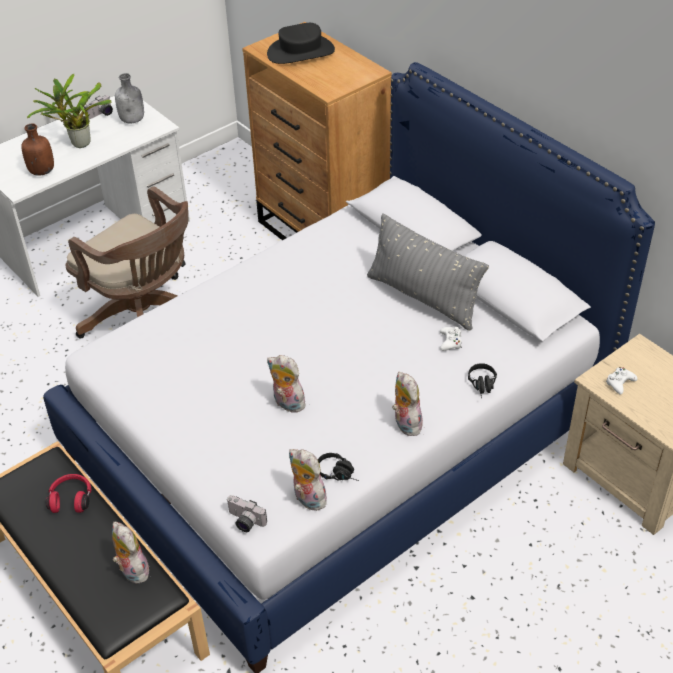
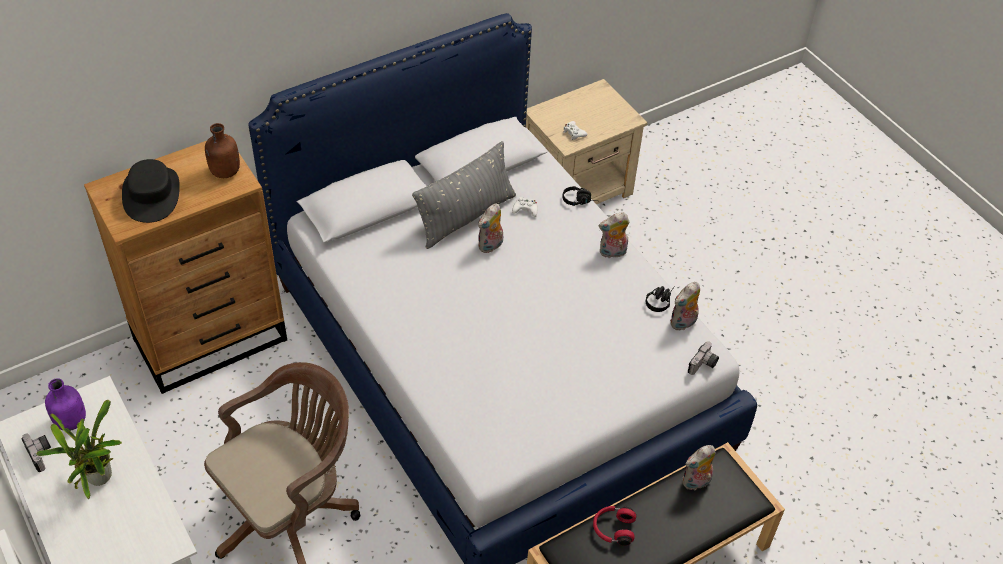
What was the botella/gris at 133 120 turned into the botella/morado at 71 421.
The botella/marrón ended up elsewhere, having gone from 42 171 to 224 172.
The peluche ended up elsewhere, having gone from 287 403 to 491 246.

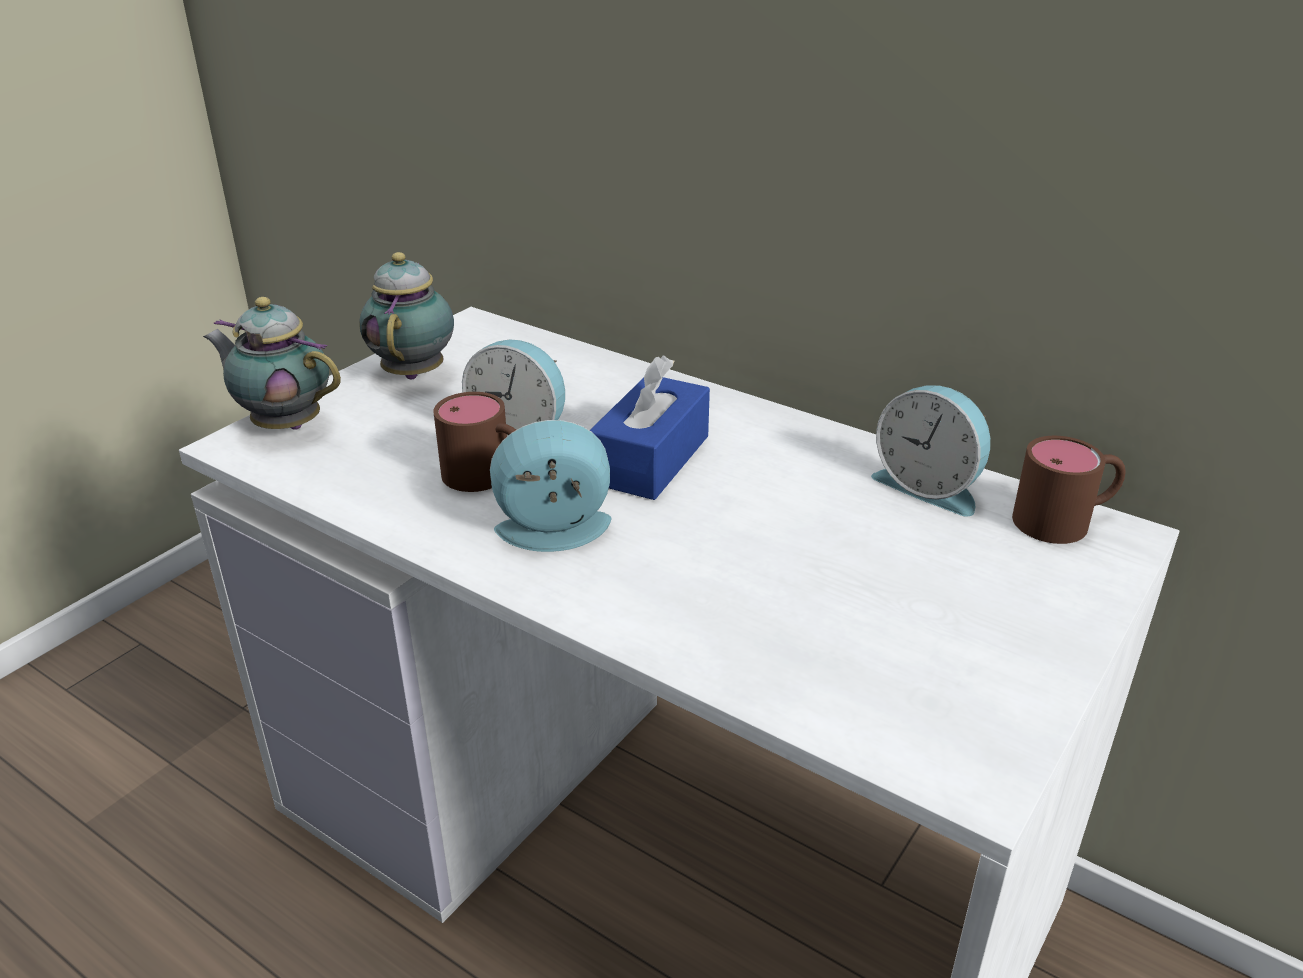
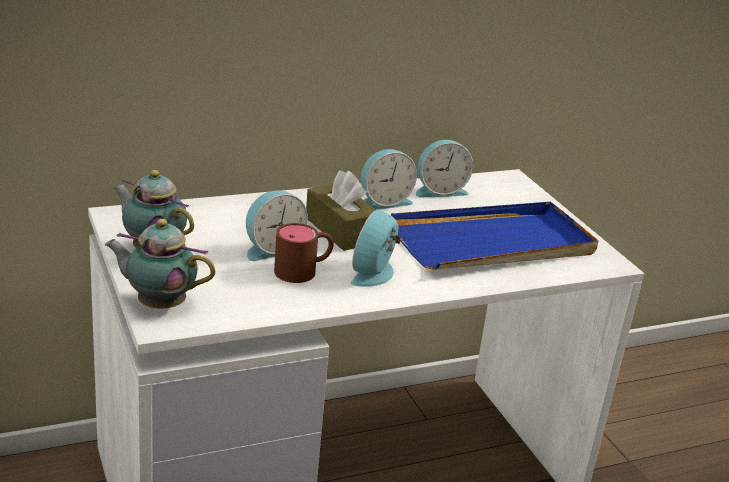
The tetera at 284 424 ended up facing another way, 45 degrees clockwise from before.
What was the caja de pañuelos/azul at 650 459 turned into the caja de pañuelos/marrón at 341 230.
The second view gained the despertador at 383 202.
The second view gained the bandeja/azul at 494 243.
The second view lost the taza grande/marrón at 1066 520.

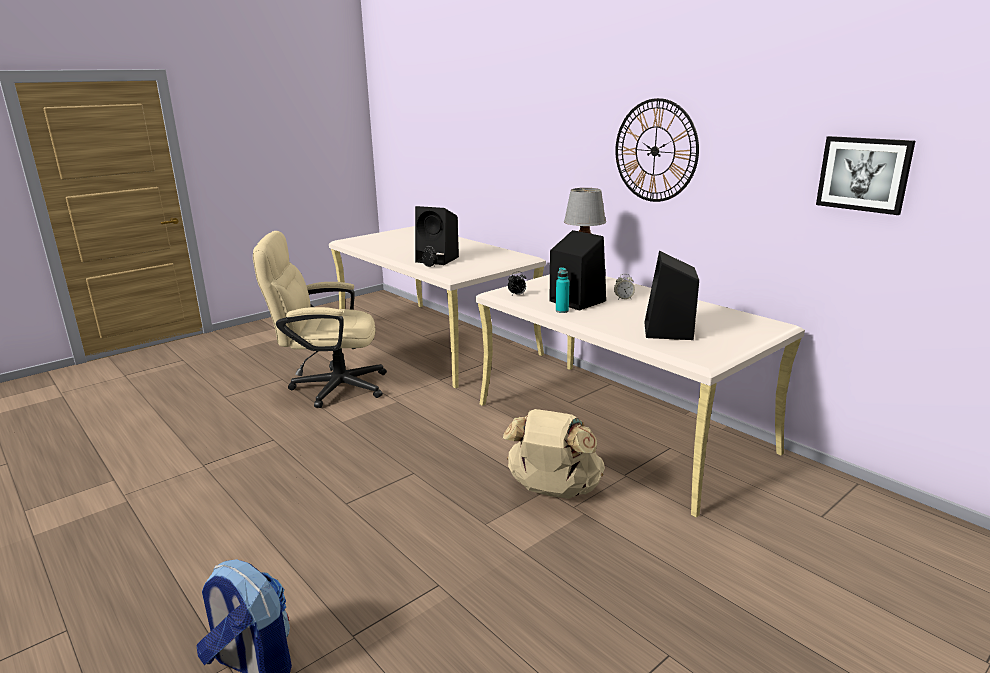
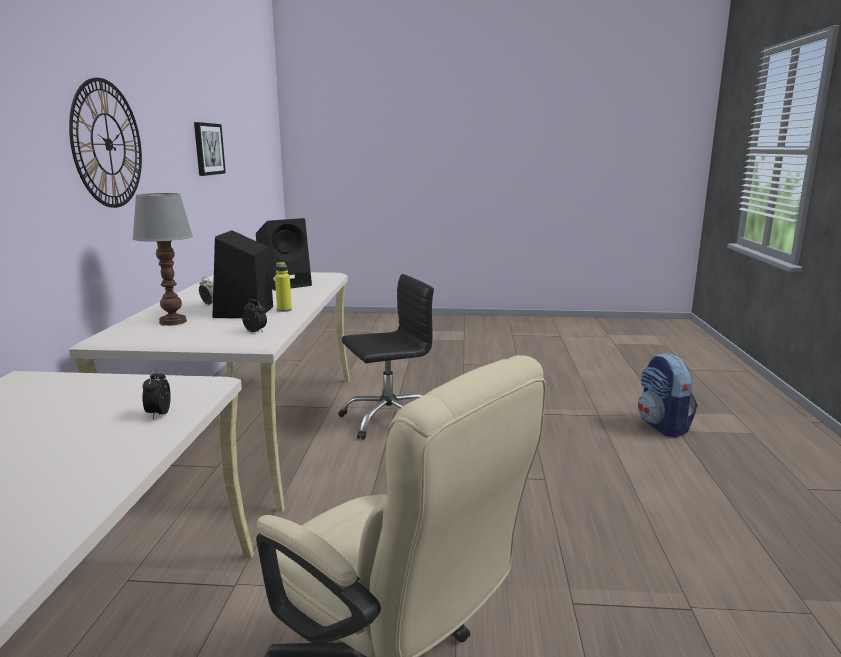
What was the botella/turquesa at 562 311 turned into the botella/amarillo at 284 310.
Where the mochila/beis stood at 553 491, the silla de oficina/negro came to stand at 388 419.
The second view lost the altavoz/negro at 438 259.

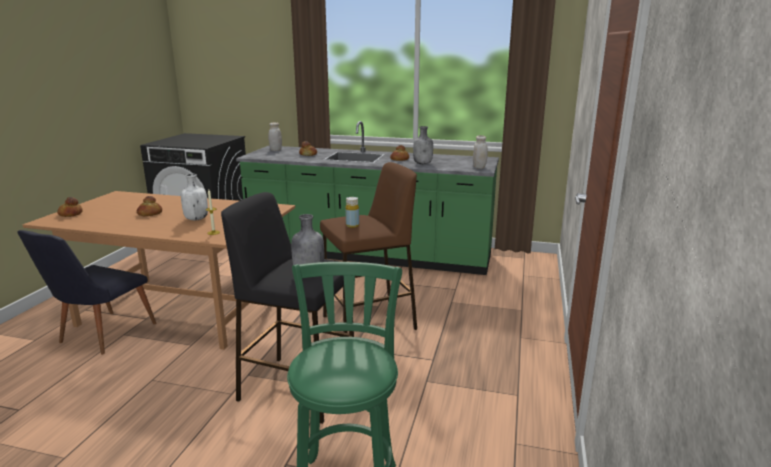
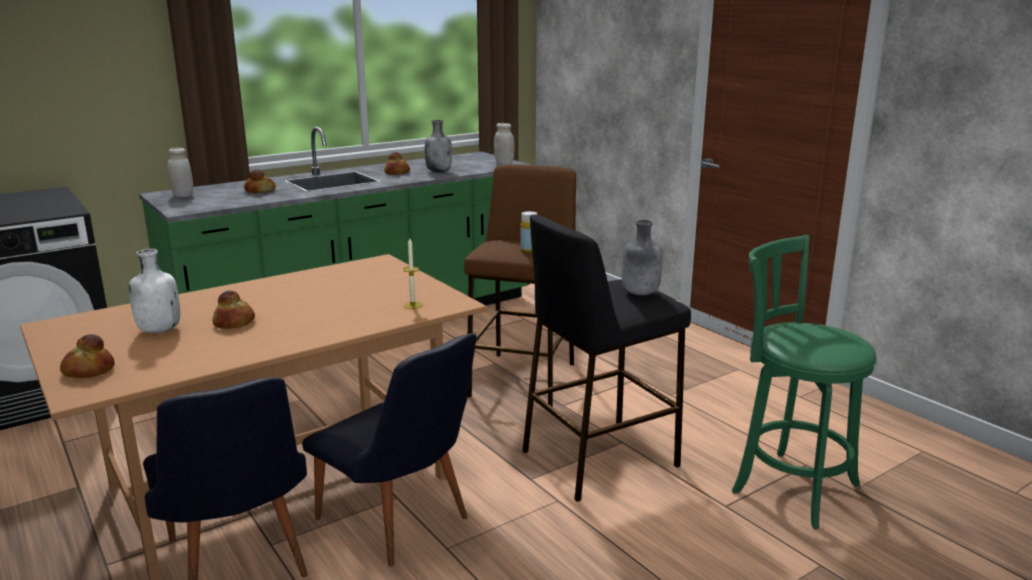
The botella/blanco ended up elsewhere, having gone from 196 219 to 158 330.
The second view gained the silla/negro at 401 524.

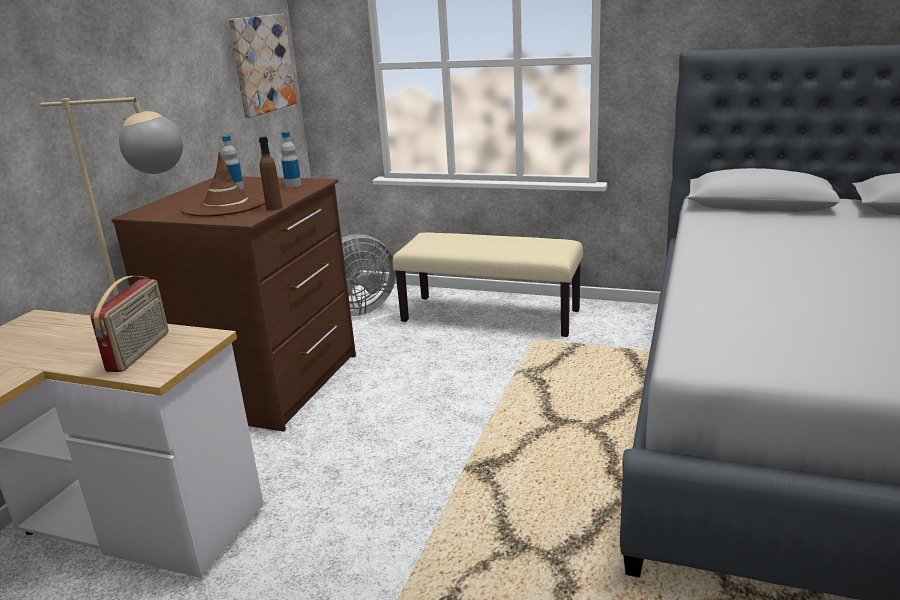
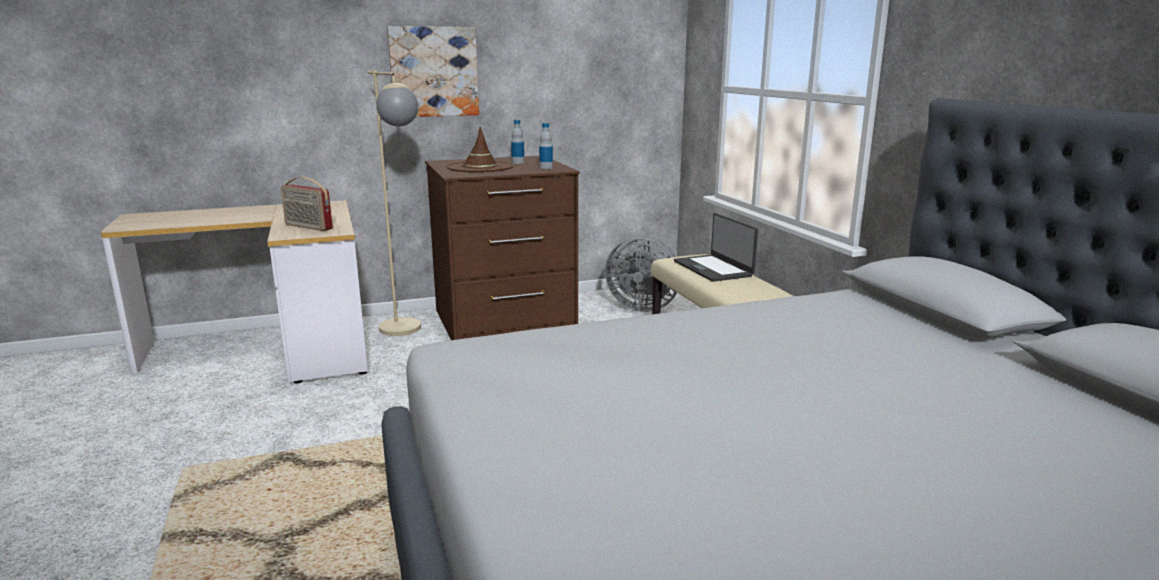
The radio at 140 351 ended up facing another way, 60 degrees clockwise from before.
The cuadro ended up elsewhere, having gone from 262 64 to 434 72.
The second view gained the portátil at 713 268.
The second view lost the botella/marrón at 274 208.

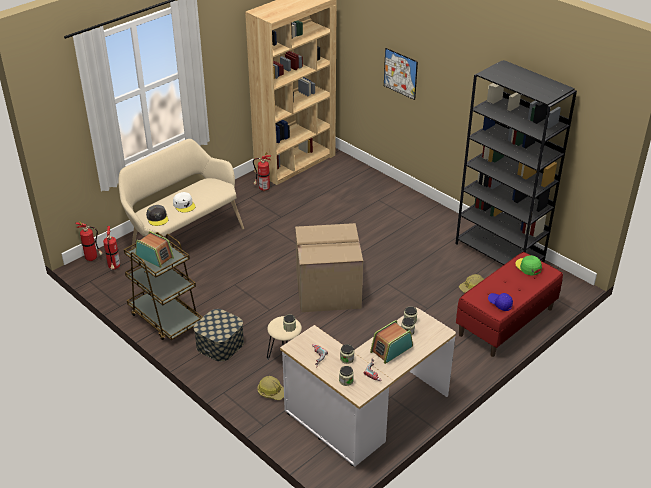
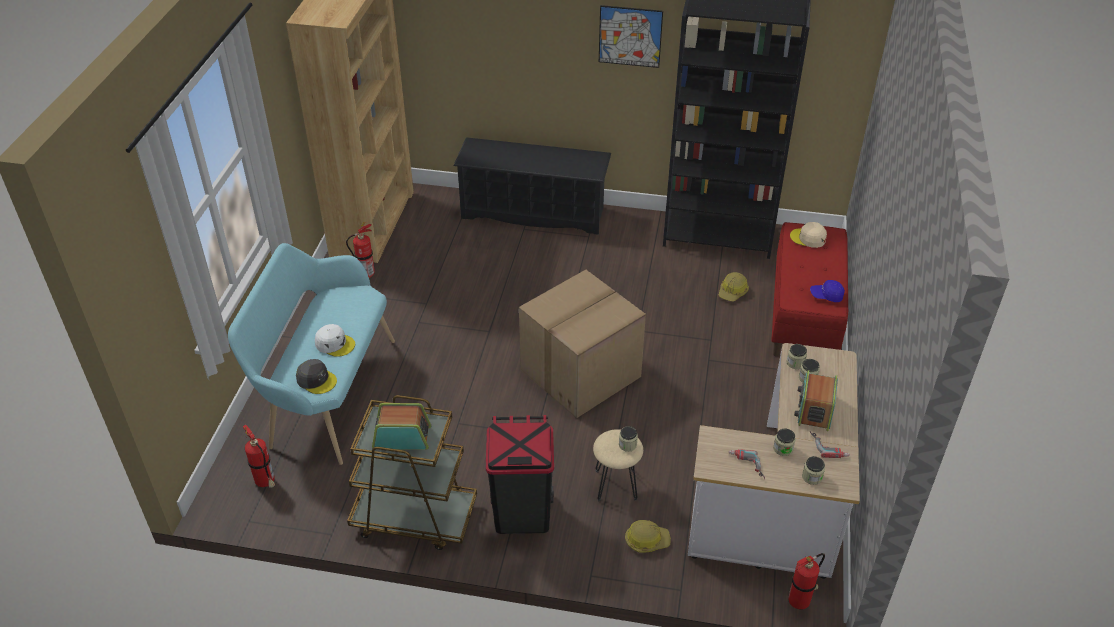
What was the banco/beis at 183 239 turned into the banco/turquesa at 326 394.
The second view gained the zapatero/negro at 534 213.
Where the caja de almacenaje stood at 220 344, the papelera/negro came to stand at 522 514.
The cuadro ended up elsewhere, having gone from 400 73 to 630 36.
The extintor ended up elsewhere, having gone from 93 258 to 800 601.
What was the gorra/verde at 528 267 turned into the gorra/beis at 808 238.

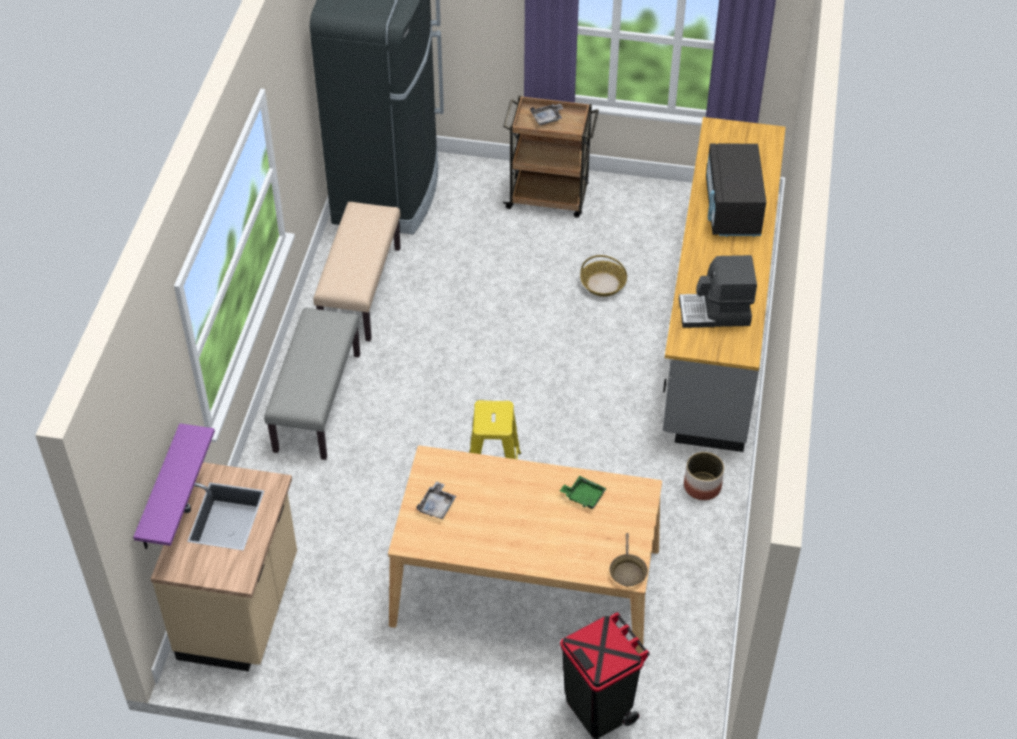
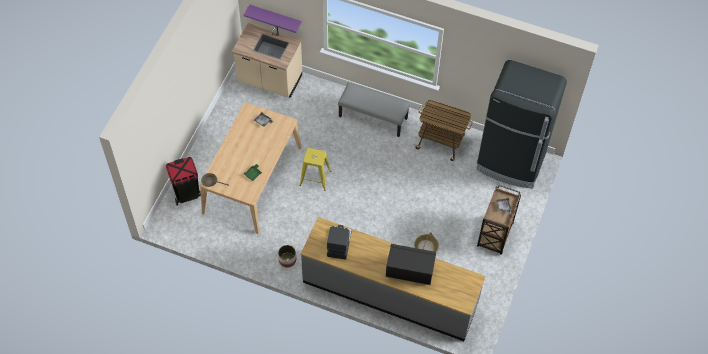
Where the banco/beis stood at 360 290, the carrito came to stand at 441 142.

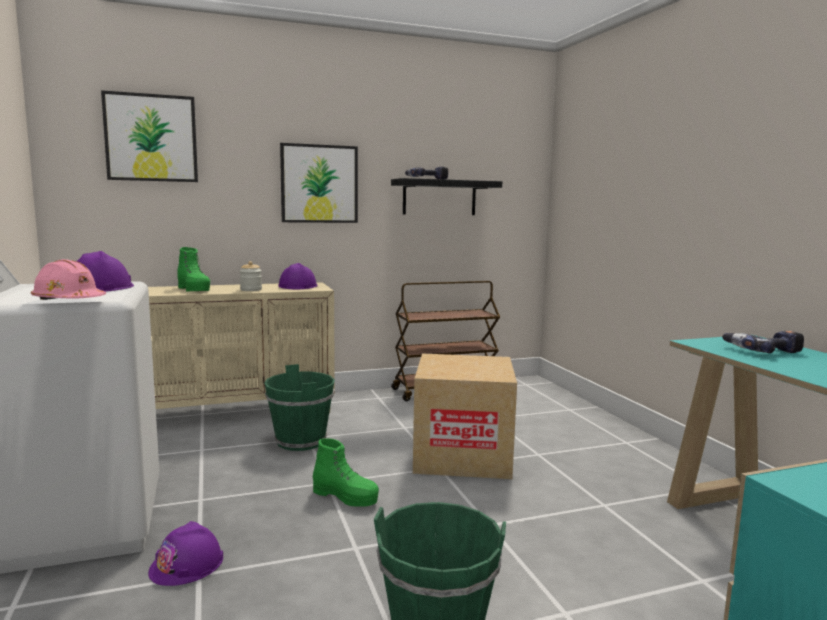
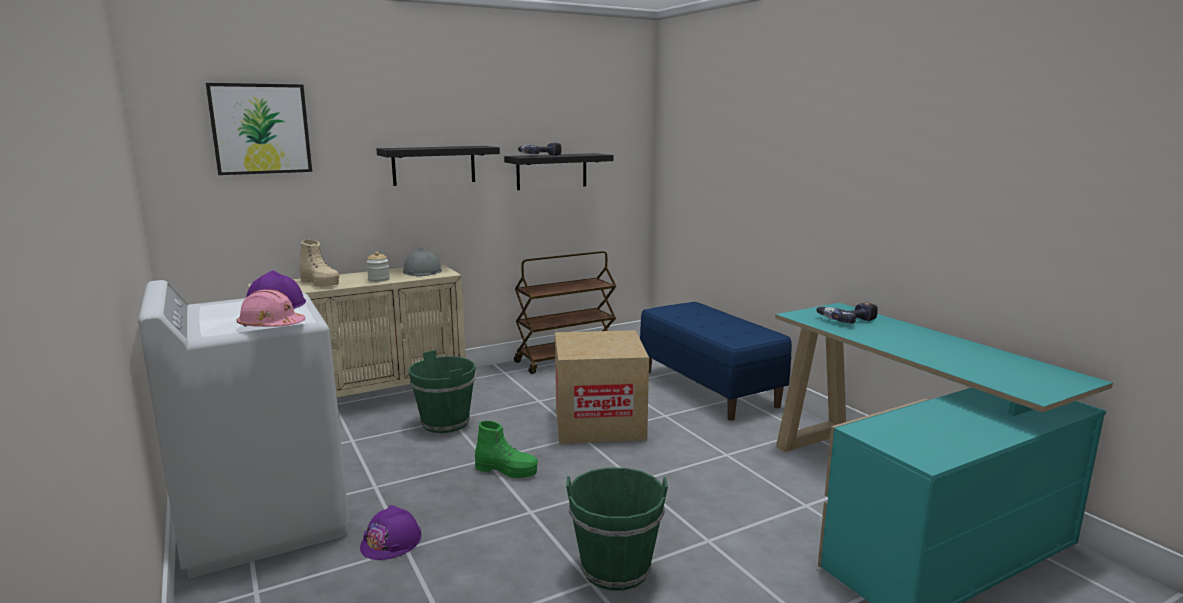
What was the bota/verde at 194 289 turned into the bota/beis at 320 283.
Where the cuadro hung at 319 184, the estante/negro came to hang at 434 165.
What was the casco/morado at 297 286 turned into the casco/gris at 422 271.
The second view gained the banco/azul at 709 388.

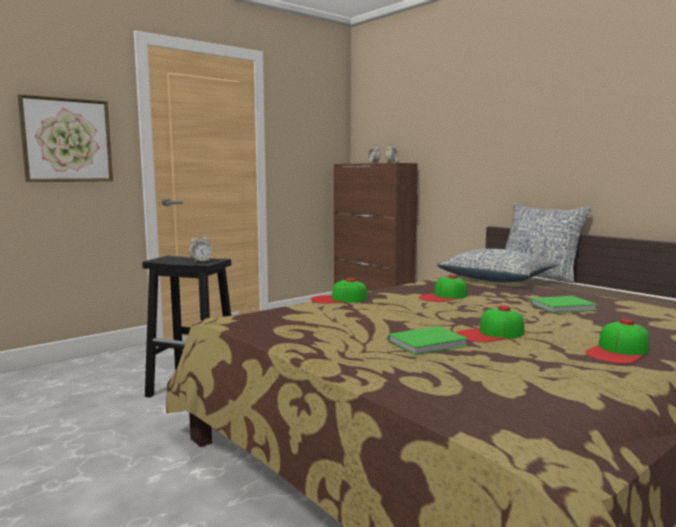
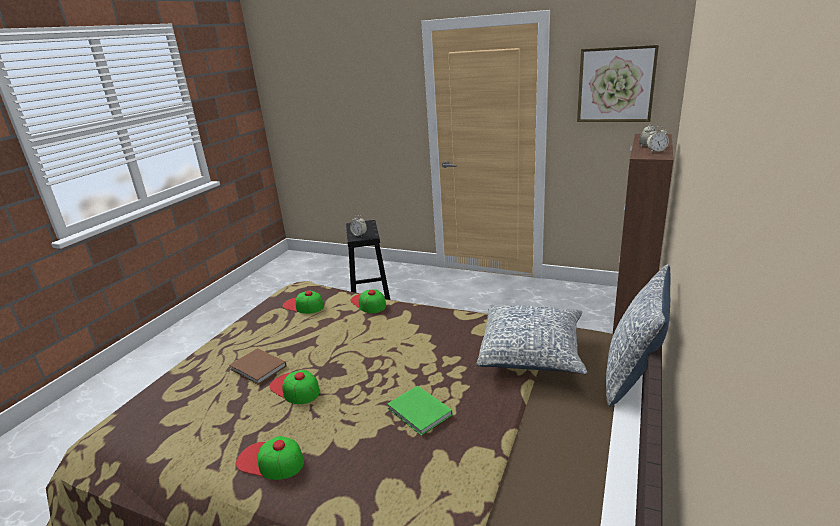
What was the libro/verde at 429 343 turned into the libro/marrón at 258 368.
The gorra ended up elsewhere, having gone from 443 296 to 303 305.
The cuadro ended up elsewhere, having gone from 67 140 to 616 85.

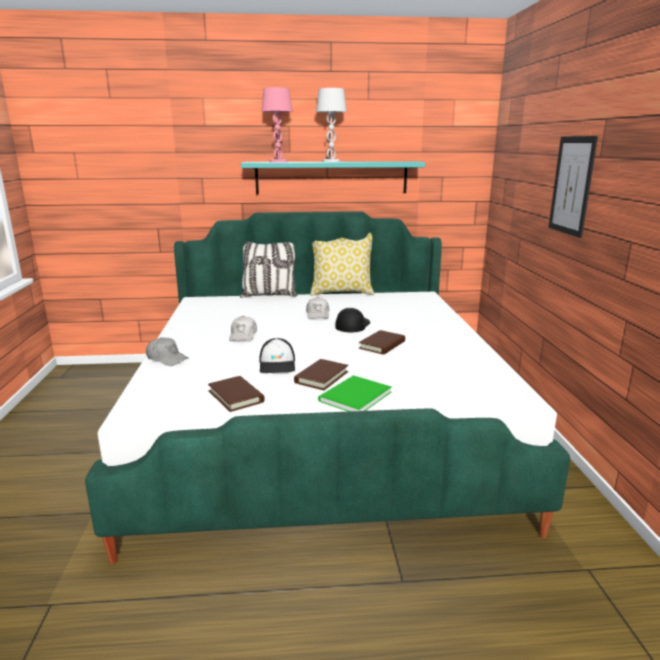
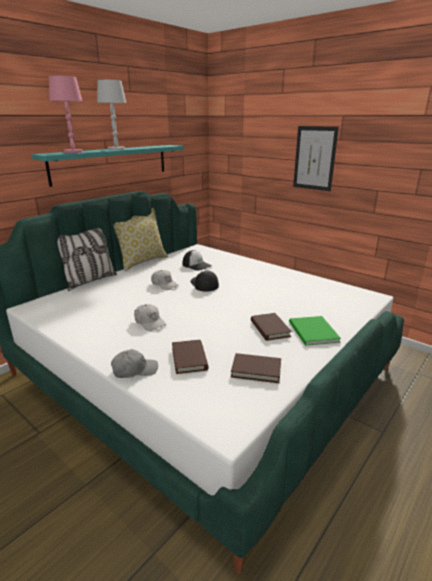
The libro/marrón ended up elsewhere, having gone from 382 345 to 189 358.
The gorra ended up elsewhere, having gone from 277 364 to 197 265.

